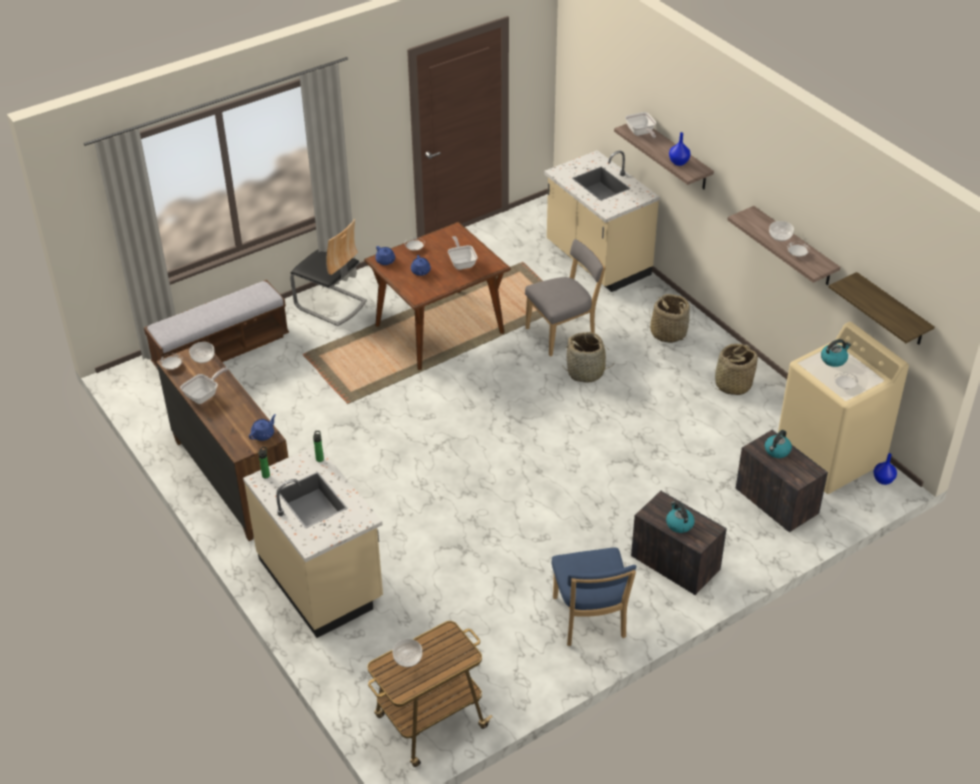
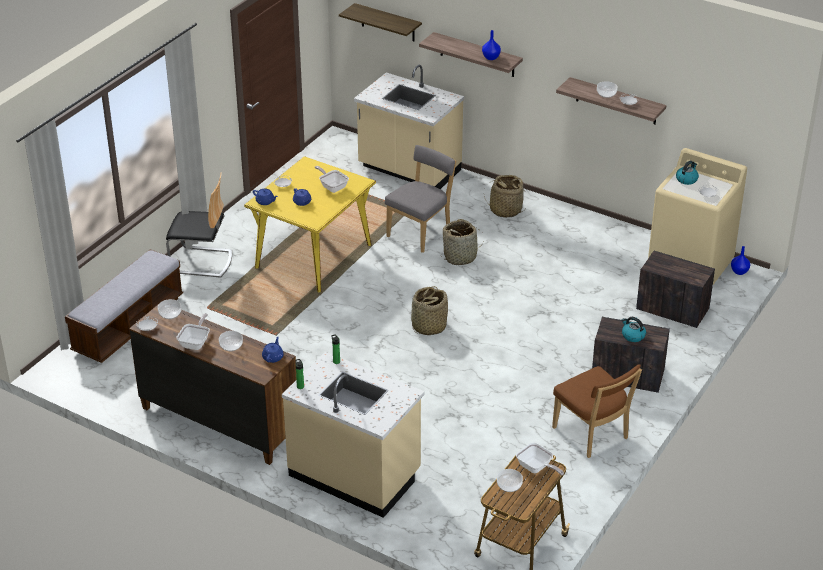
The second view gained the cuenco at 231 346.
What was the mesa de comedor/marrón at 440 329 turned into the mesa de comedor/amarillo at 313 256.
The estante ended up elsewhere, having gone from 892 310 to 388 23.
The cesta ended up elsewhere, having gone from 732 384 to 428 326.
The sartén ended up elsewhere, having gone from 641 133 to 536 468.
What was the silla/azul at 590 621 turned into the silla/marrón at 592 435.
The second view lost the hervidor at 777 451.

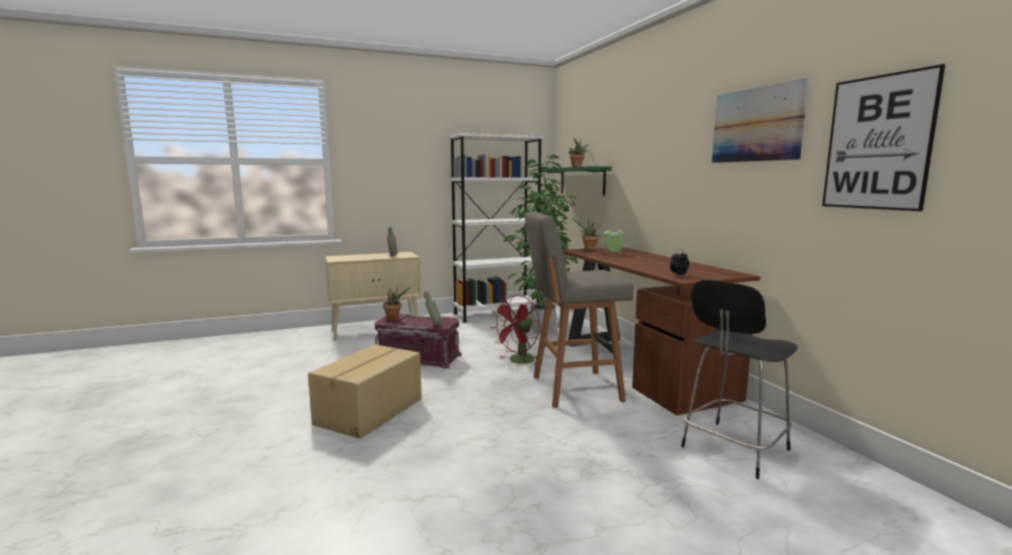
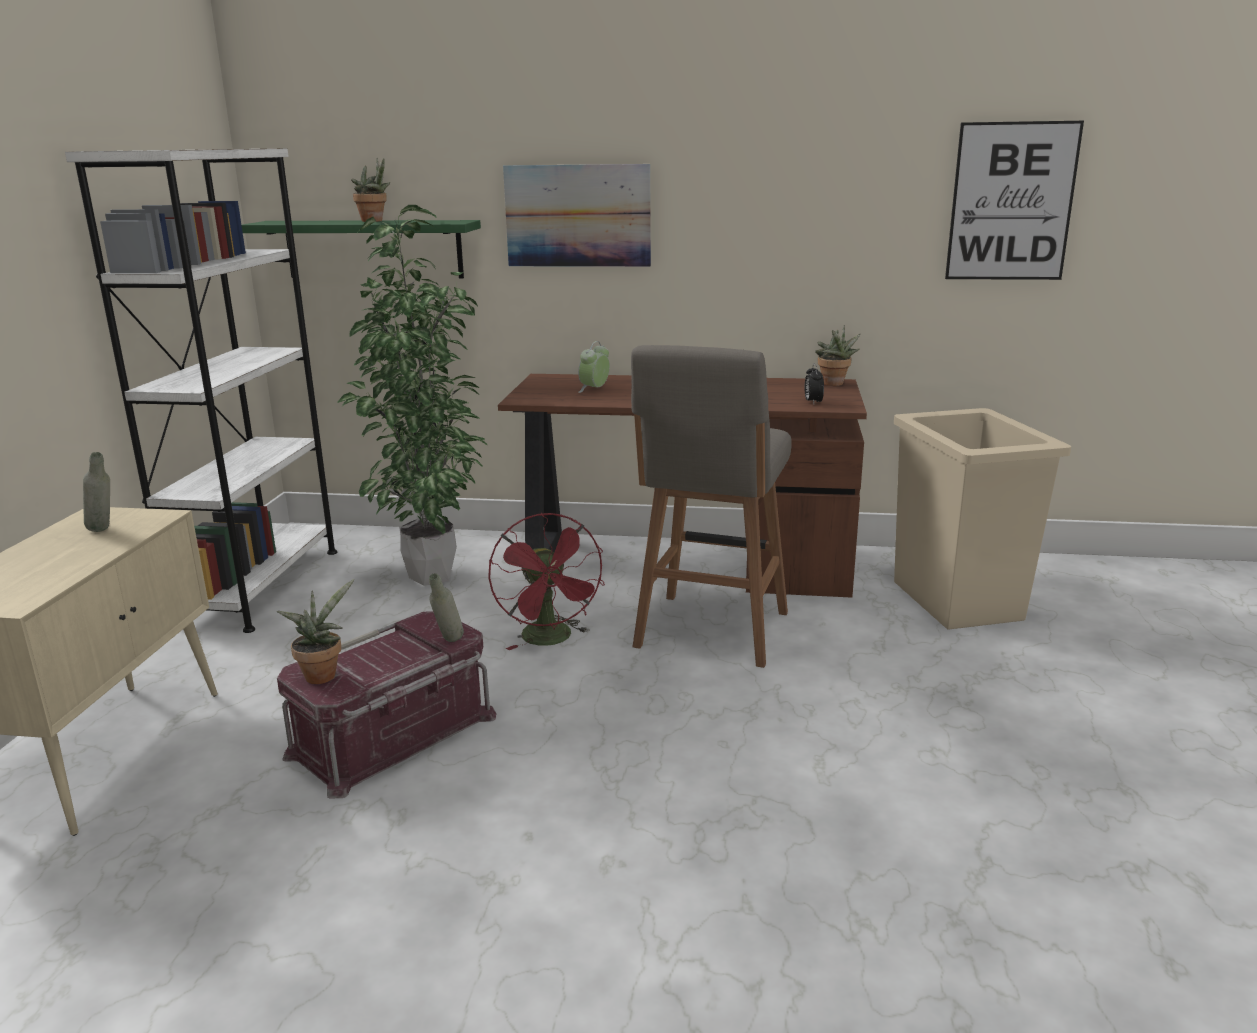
The cuadro ended up elsewhere, having gone from 756 125 to 578 216.
The planta en maceta ended up elsewhere, having gone from 589 249 to 834 384.
Where the taburete/negro stood at 733 449, the papelera/beis came to stand at 956 601.
The second view lost the caja de cartón at 371 411.

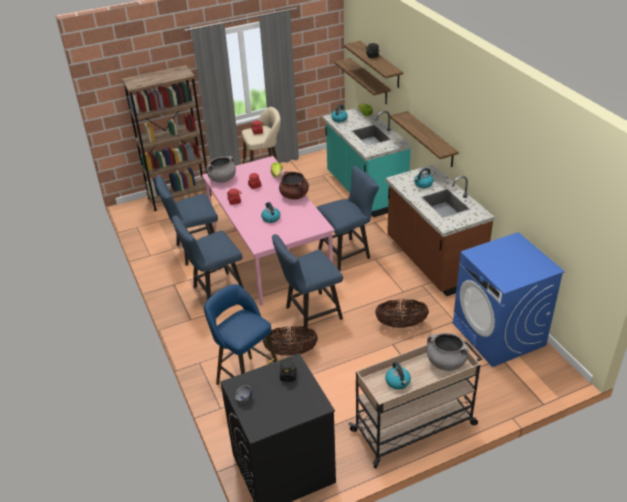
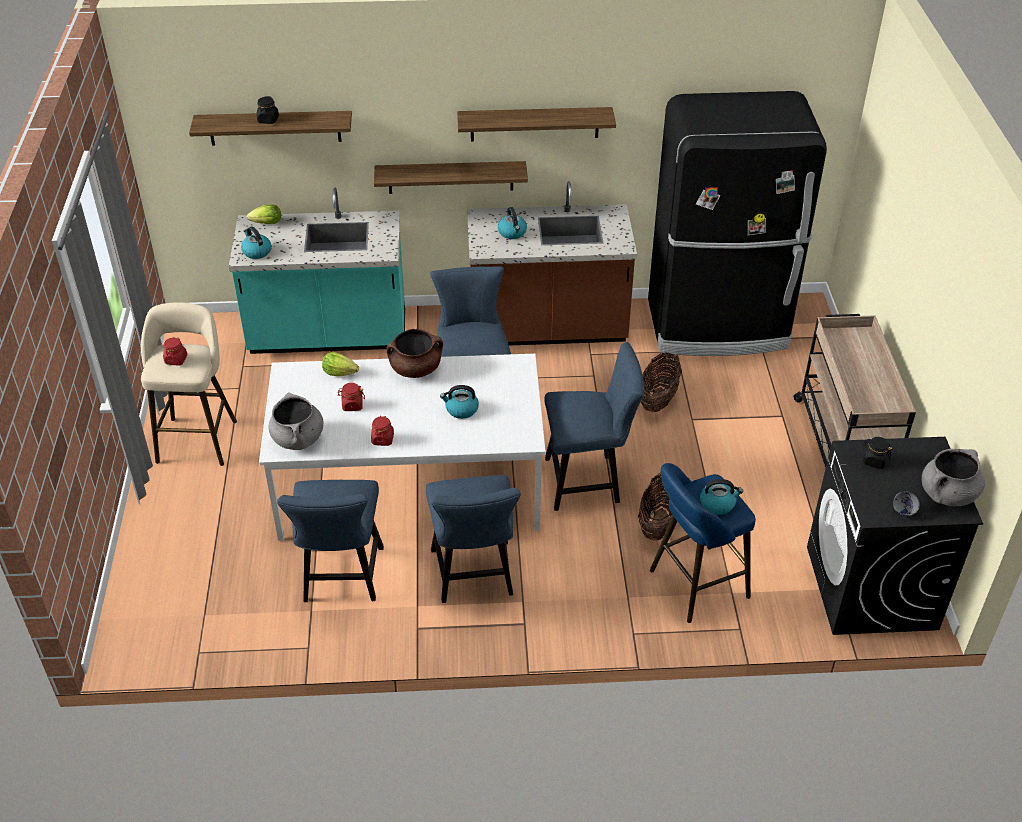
What was the mesa de comedor/rosa at 270 252 turned into the mesa de comedor/blanco at 410 485.
The estante ended up elsewhere, having gone from 369 81 to 534 124.
The silla/azul at 309 314 ended up facing another way, 90 degrees counterclockwise from before.
Where the lavadora/azul stood at 499 334, the nevera/negro came to stand at 718 325.
The hervidor ended up elsewhere, having gone from 398 382 to 718 504.
The olla/gris ended up elsewhere, having gone from 445 362 to 948 494.
The second view lost the estantería/marrón at 179 196.

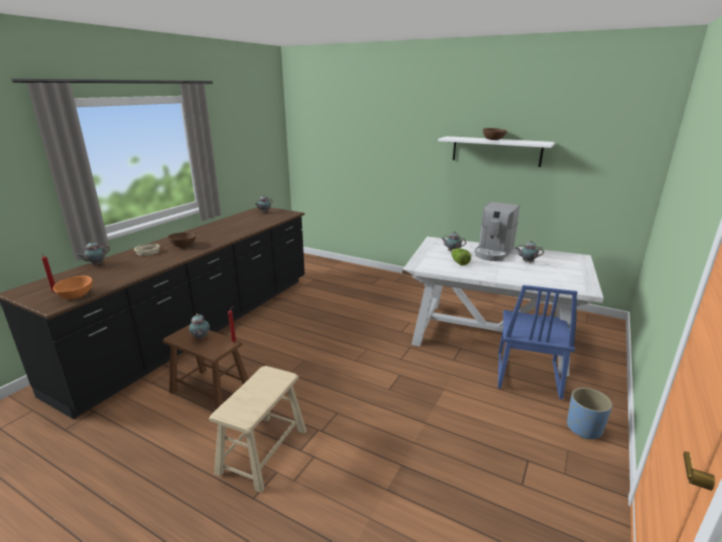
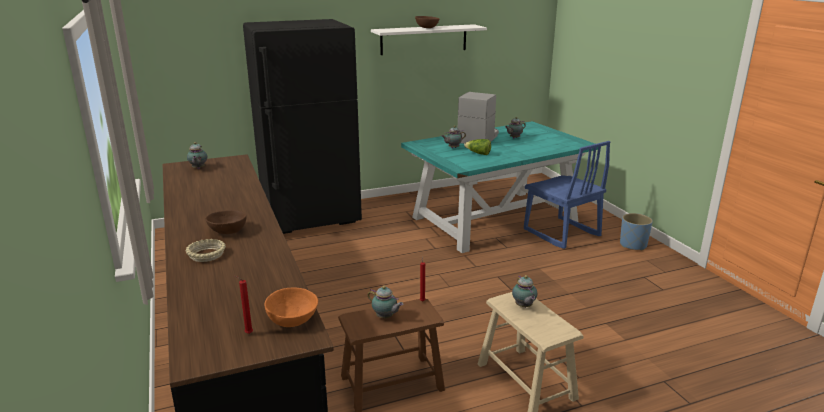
The second view gained the nevera/negro at 311 220.
What was the mesa de comedor/blanco at 491 335 turned into the mesa de comedor/turquesa at 495 219.
The cafetera at 493 252 ended up facing another way, 135 degrees counterclockwise from before.
The tetera ended up elsewhere, having gone from 96 265 to 523 306.

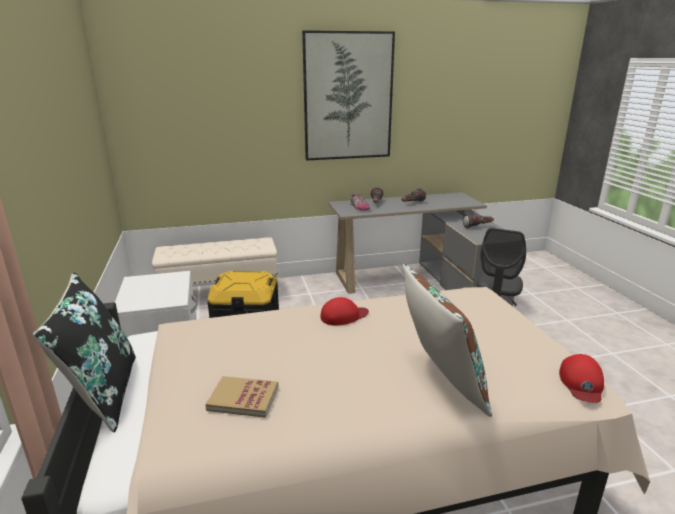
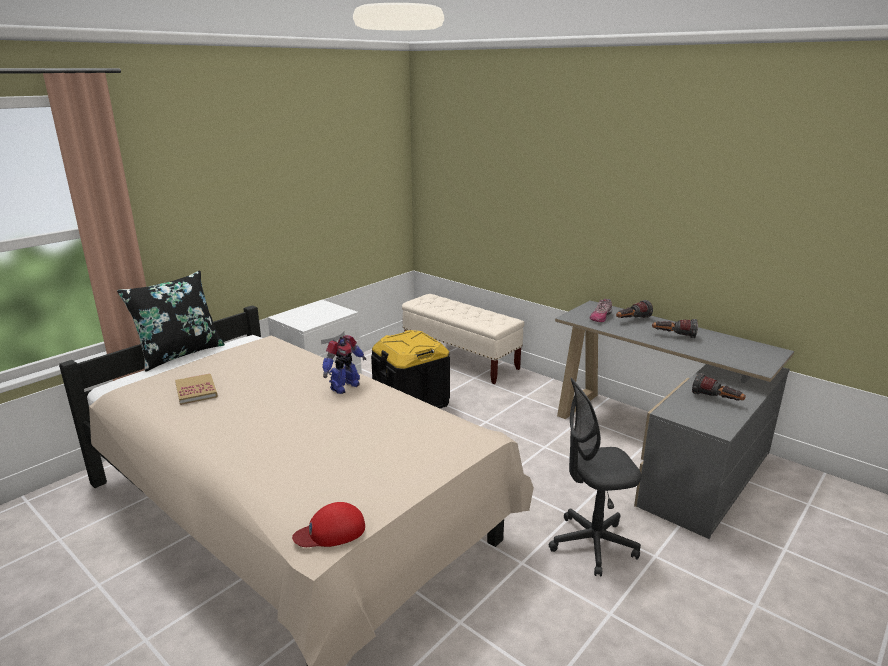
Where the gorra/rojo stood at 343 316, the robot de juguete came to stand at 344 387.
The second view lost the cuadro at 348 97.
The second view lost the cojín/marrón at 440 382.

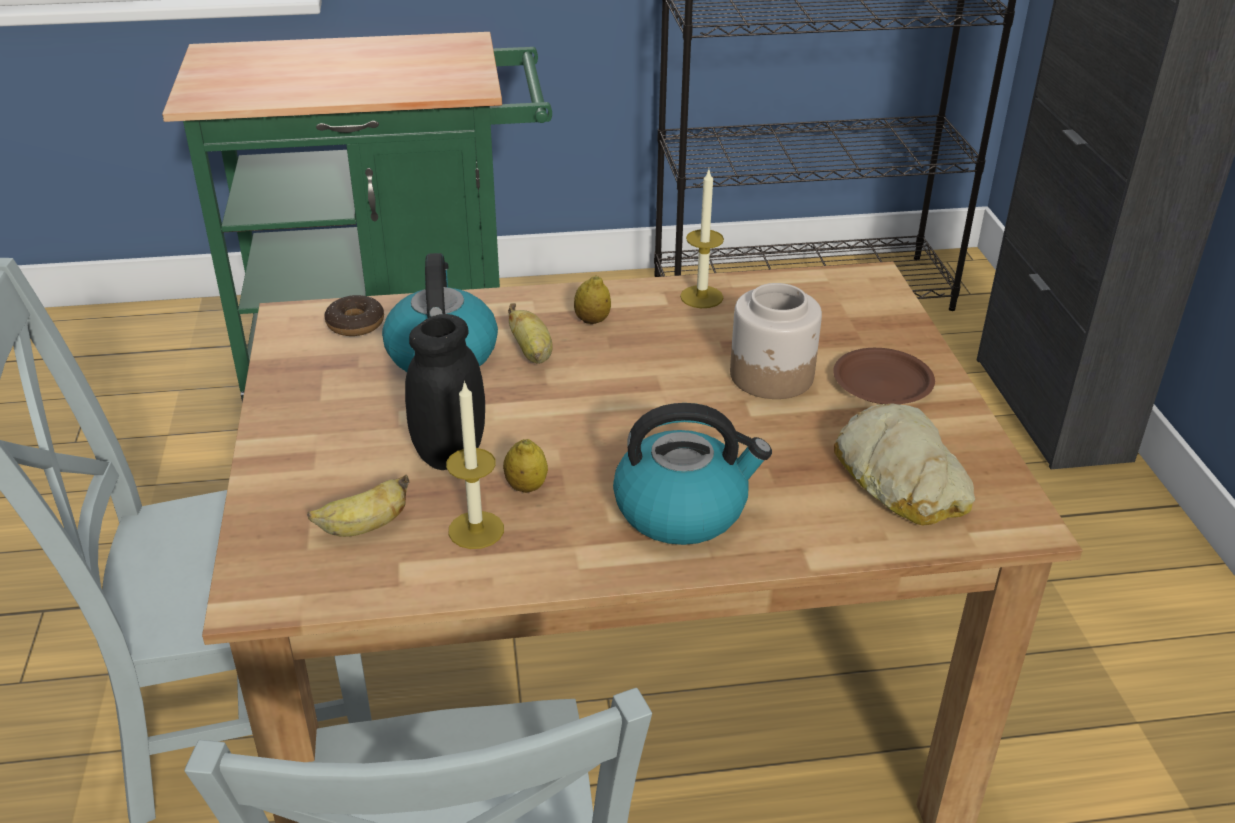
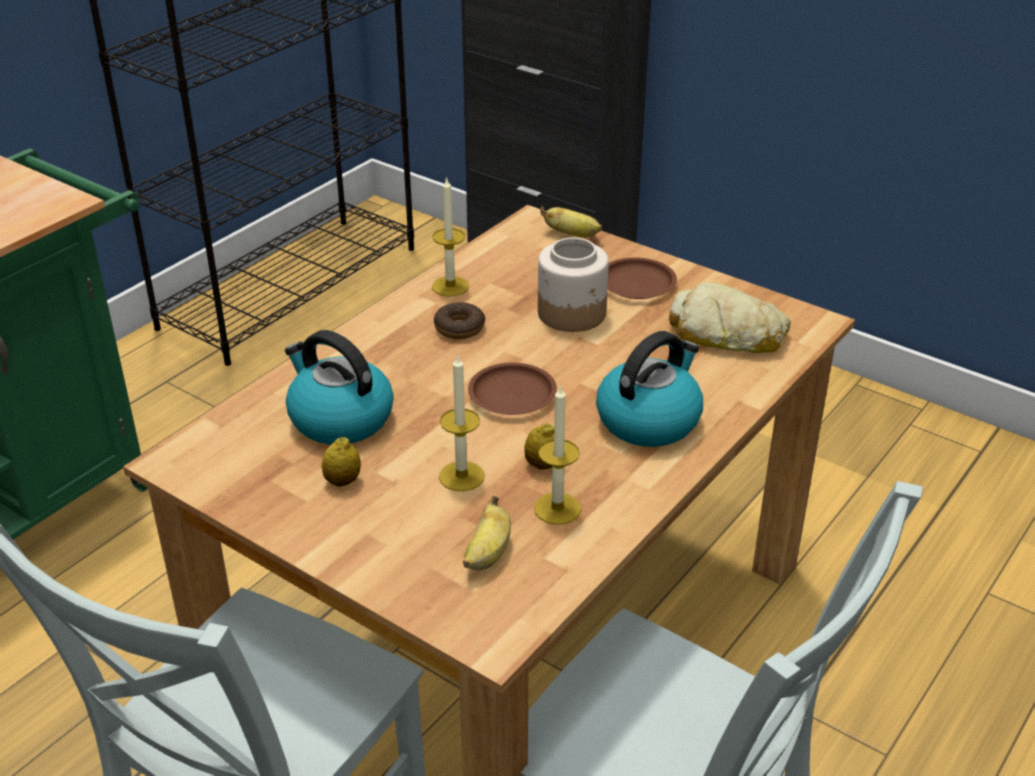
The limón ended up elsewhere, having gone from 592 321 to 342 481.
The rosquilla ended up elsewhere, having gone from 355 324 to 459 328.
Where the tarro/negro stood at 450 453, the vela came to stand at 461 476.
The second view gained the plato/marrón at 512 394.
The plátano ended up elsewhere, having gone from 532 353 to 572 235.

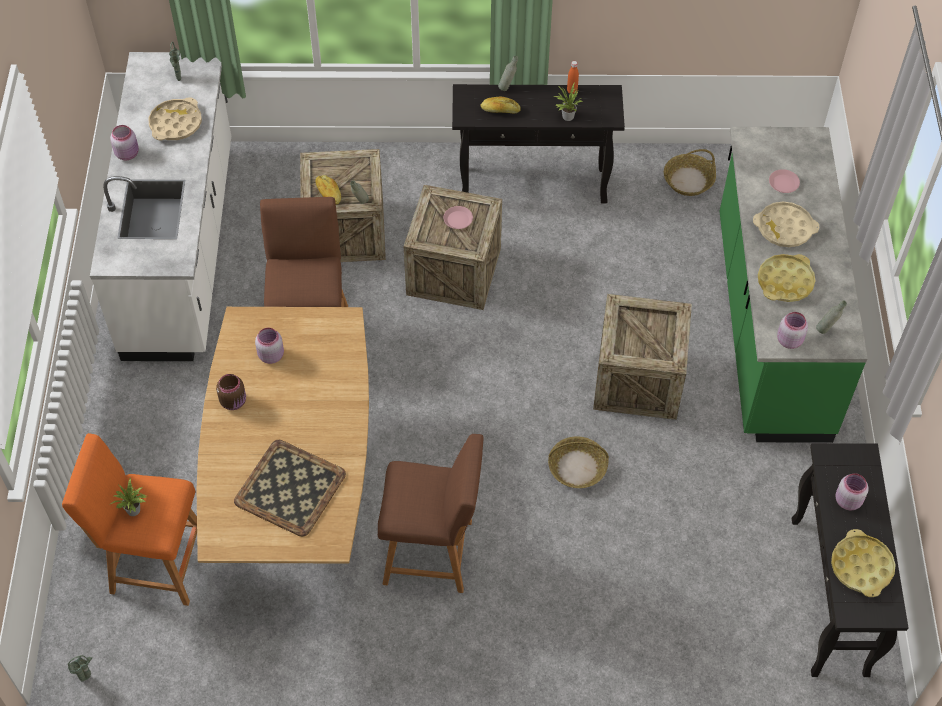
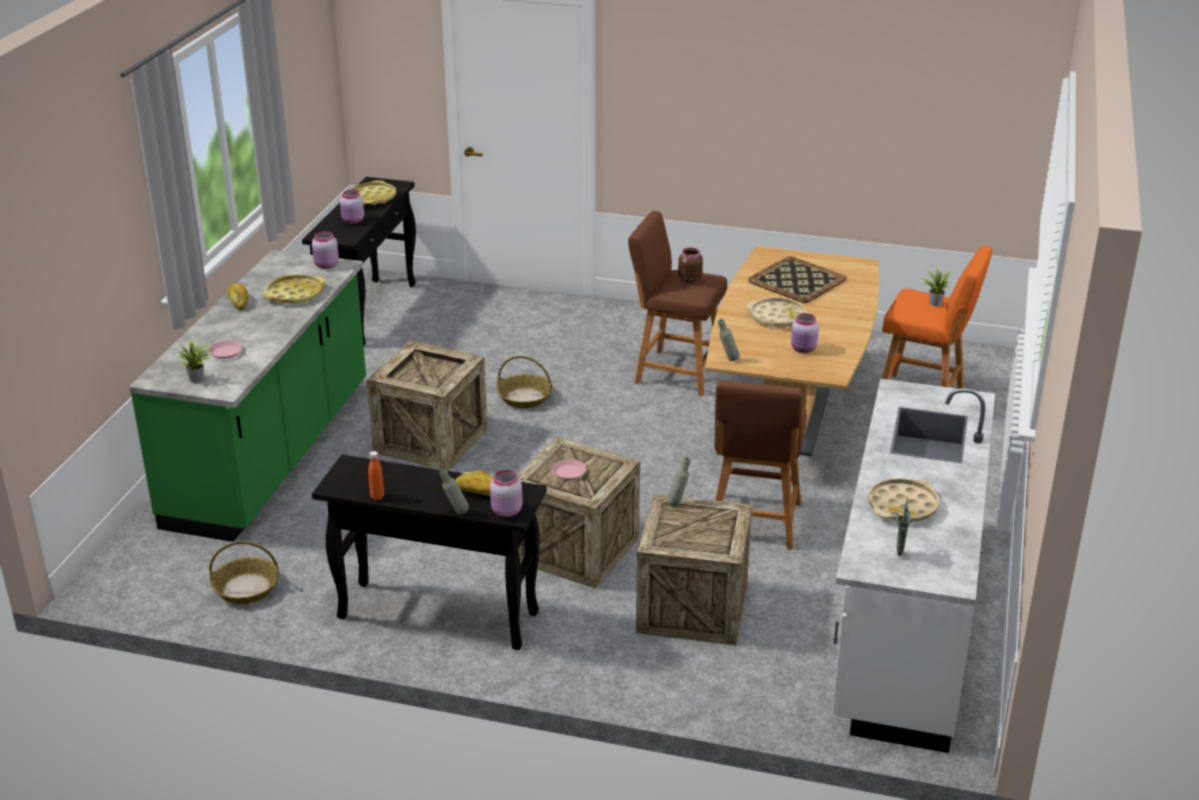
The planta en maceta ended up elsewhere, having gone from 566 116 to 198 380.
The pan ended up elsewhere, having gone from 328 193 to 239 301.
The tarro/rosa ended up elsewhere, having gone from 128 153 to 505 511.
The tarro/marrón ended up elsewhere, having gone from 234 401 to 689 280.
The botella/gris ended up elsewhere, having gone from 826 329 to 727 359.
The bandeja/beis ended up elsewhere, having gone from 784 228 to 777 317.
The second view lost the florero/verde at 87 677.

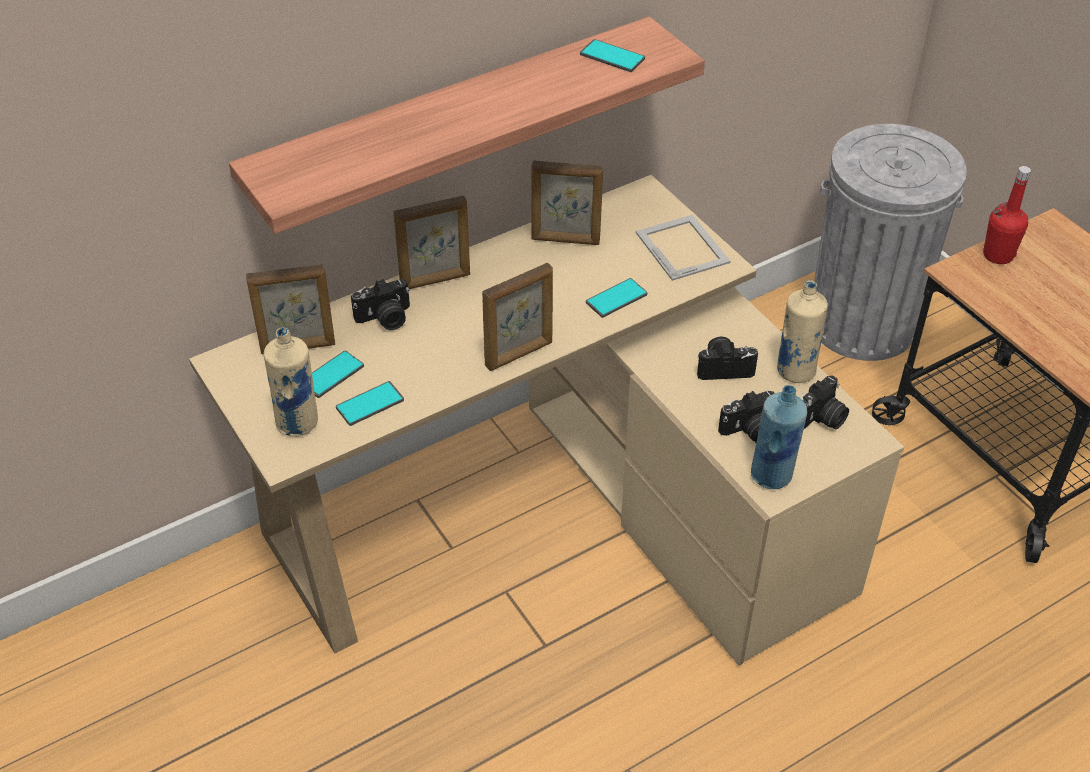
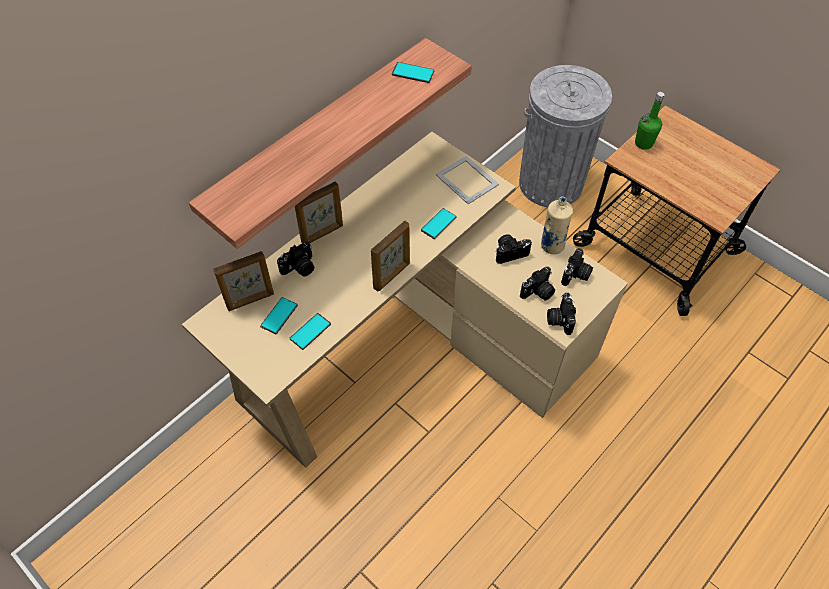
Where the botella/azul stood at 772 475, the cámara came to stand at 559 319.
What was the botella/rojo at 998 255 turned into the botella/verde at 643 143.
The second view lost the botella/beis at 298 422.
The second view lost the portarretratos at 565 240.

